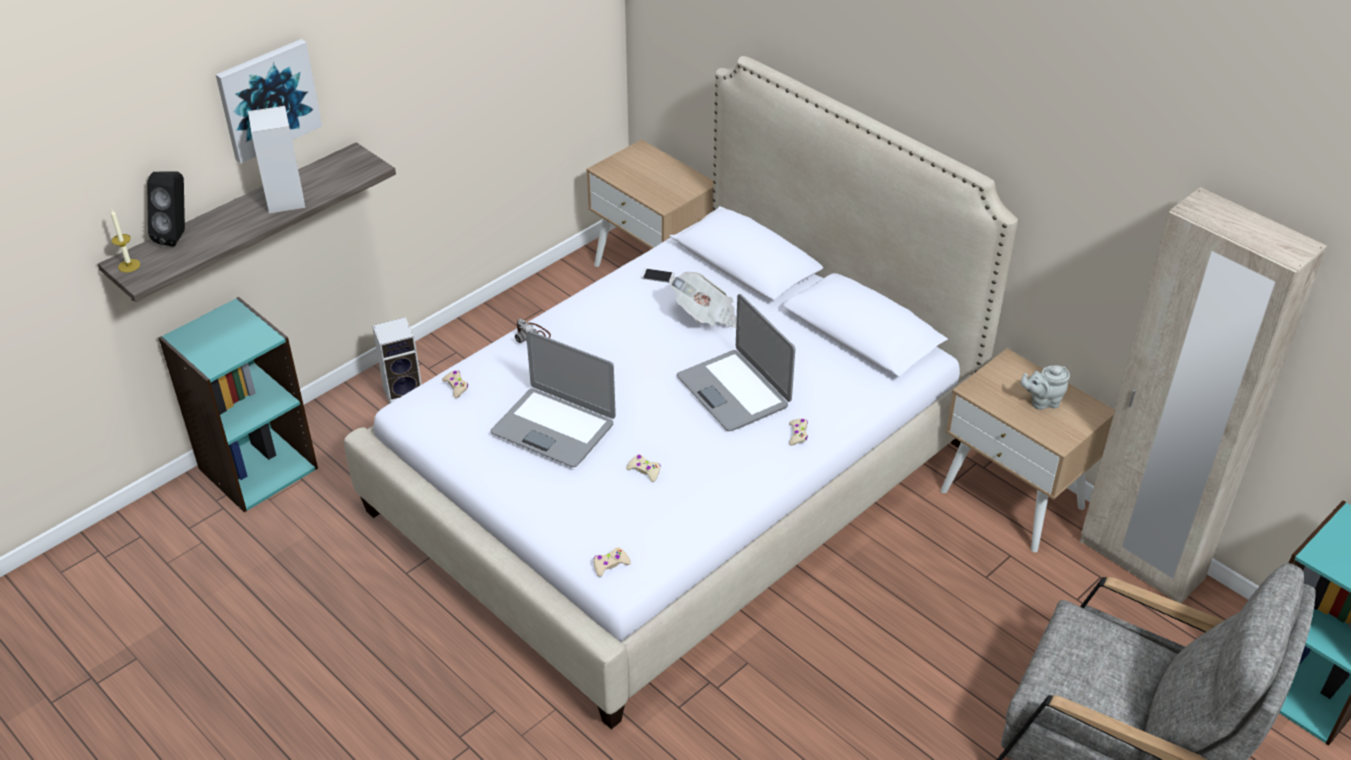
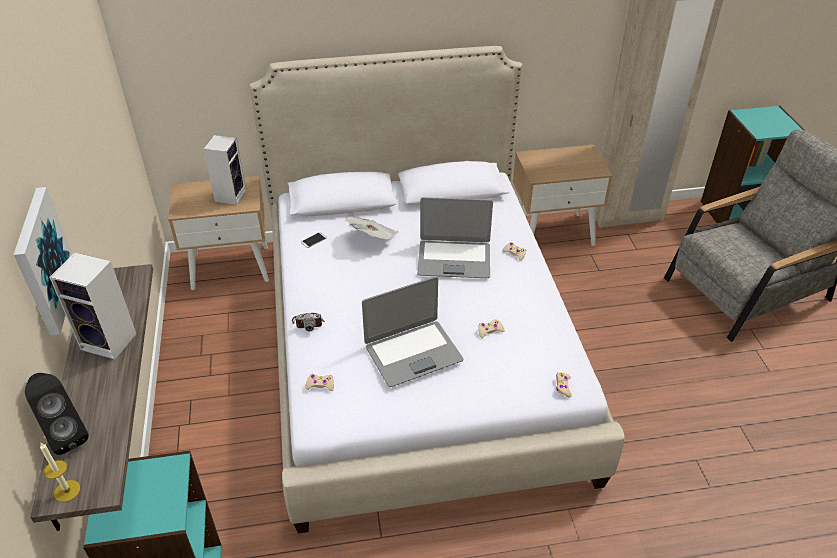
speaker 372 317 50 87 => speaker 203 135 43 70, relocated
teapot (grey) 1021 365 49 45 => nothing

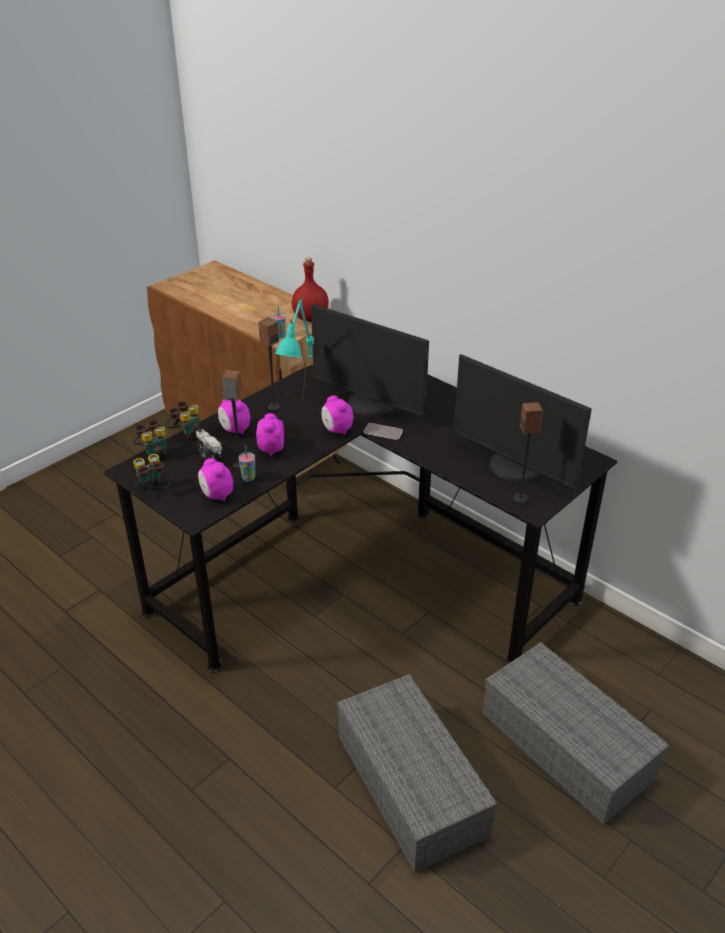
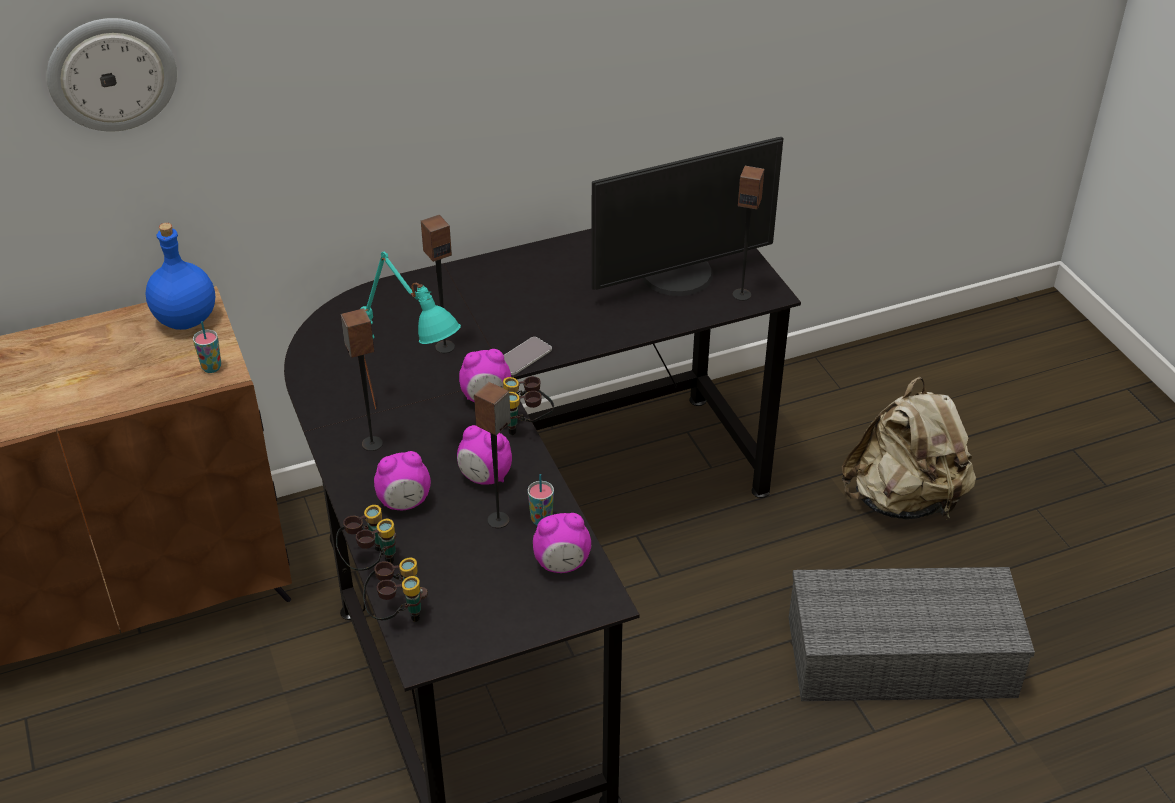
binoculars 134 454 37 35 => binoculars 503 376 51 59, relocated
photo camera 196 429 28 36 => nothing
bottle (red) 292 257 37 65 => bottle (blue) 146 223 69 107
monitor 311 304 118 113 => speaker 421 215 34 138
storage box (grey) 483 642 186 183 => backpack (beige) 842 377 134 143
nothing => wall clock 47 18 130 114

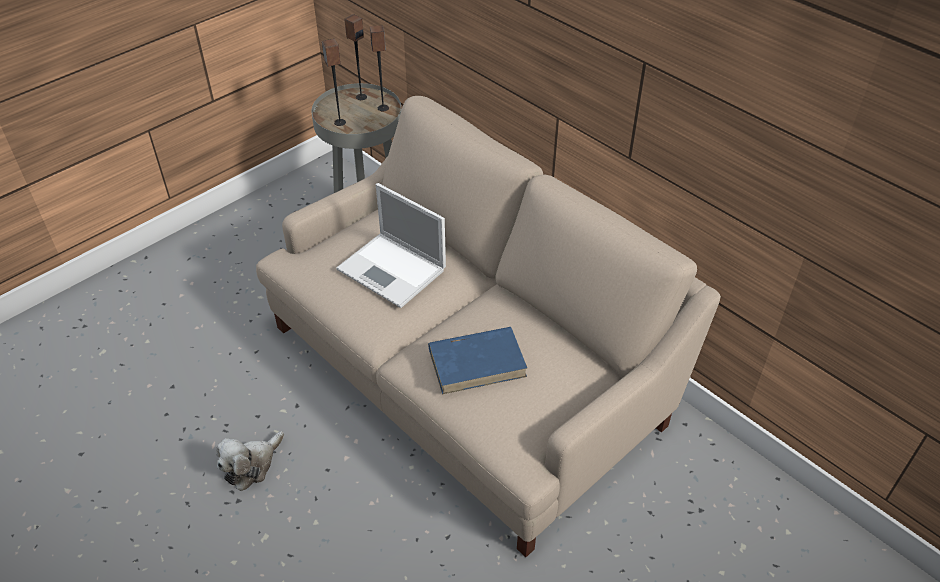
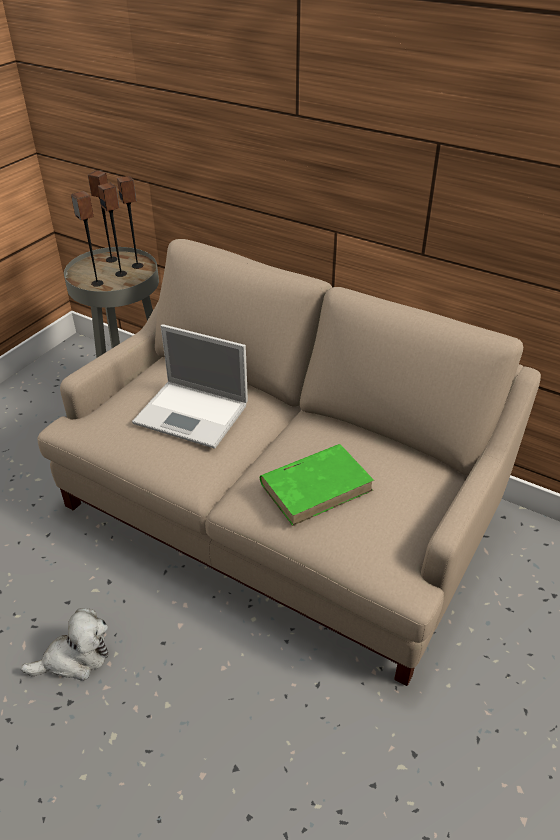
plush toy 216 431 68 60 => plush toy 21 608 87 73, 135 degrees counterclockwise
book (blue) 428 327 99 67 => book (green) 260 444 114 82
nothing => speaker 98 183 29 94

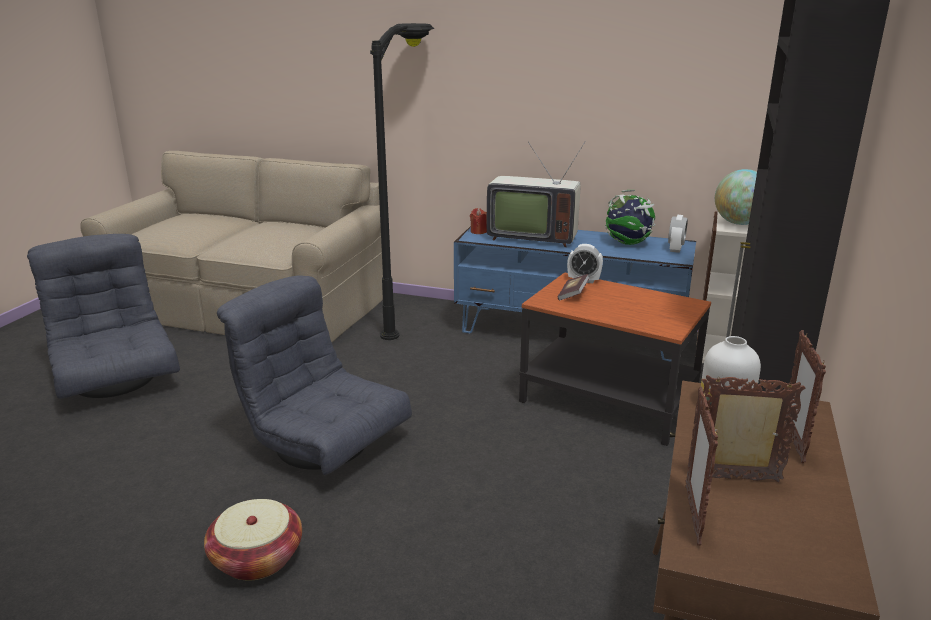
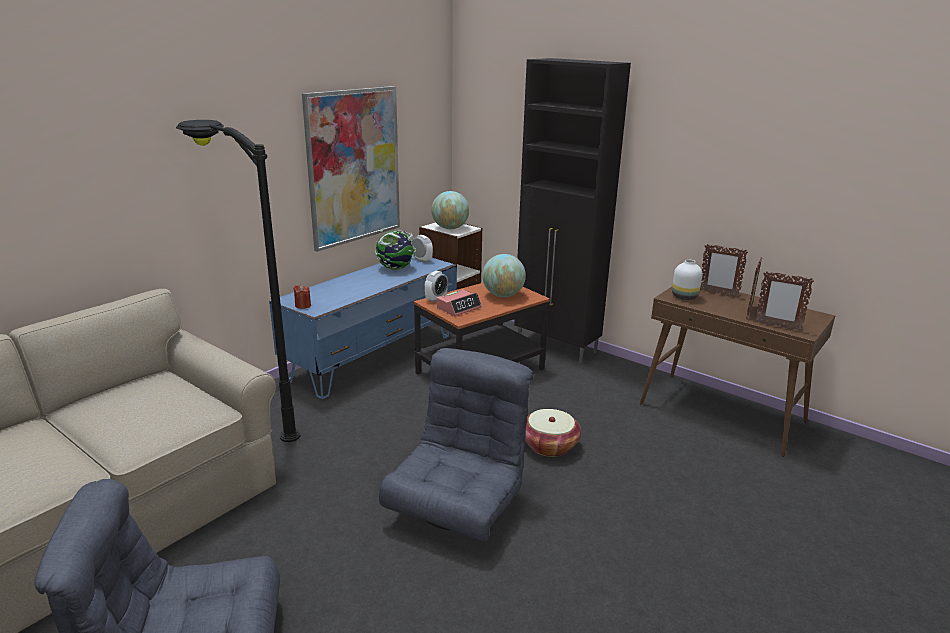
basket 204 499 98 82 => basket 525 409 56 48, relocated
armchair (grey) 217 276 195 199 => armchair (grey) 379 348 154 194, 150 degrees clockwise
television 487 141 99 106 => nothing
book 558 274 31 26 => alarm clock 437 289 45 27
nothing => picture 302 86 98 166
nothing => globe 482 254 44 43

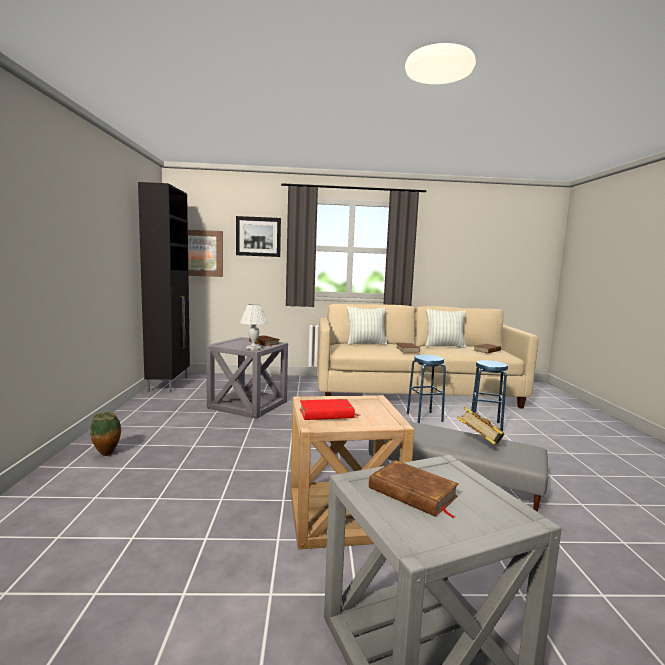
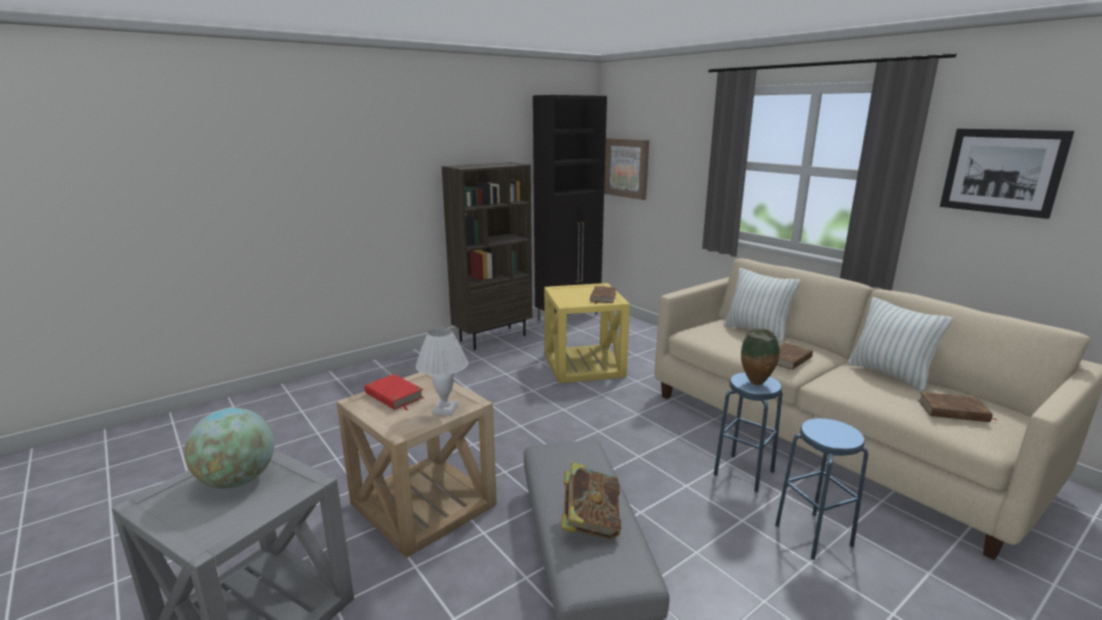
vase 90 412 31 44 => vase 741 329 39 56, relocated
side table (grey) 206 337 82 82 => side table (yellow) 544 283 86 100
picture 236 216 45 41 => picture 940 128 134 91, relocated
table lamp (white) 240 304 28 46 => table lamp (white) 416 328 52 87, relocated
book (brown) 369 460 90 58 => globe 184 408 90 80
nothing => bookcase (brown) 442 162 90 188

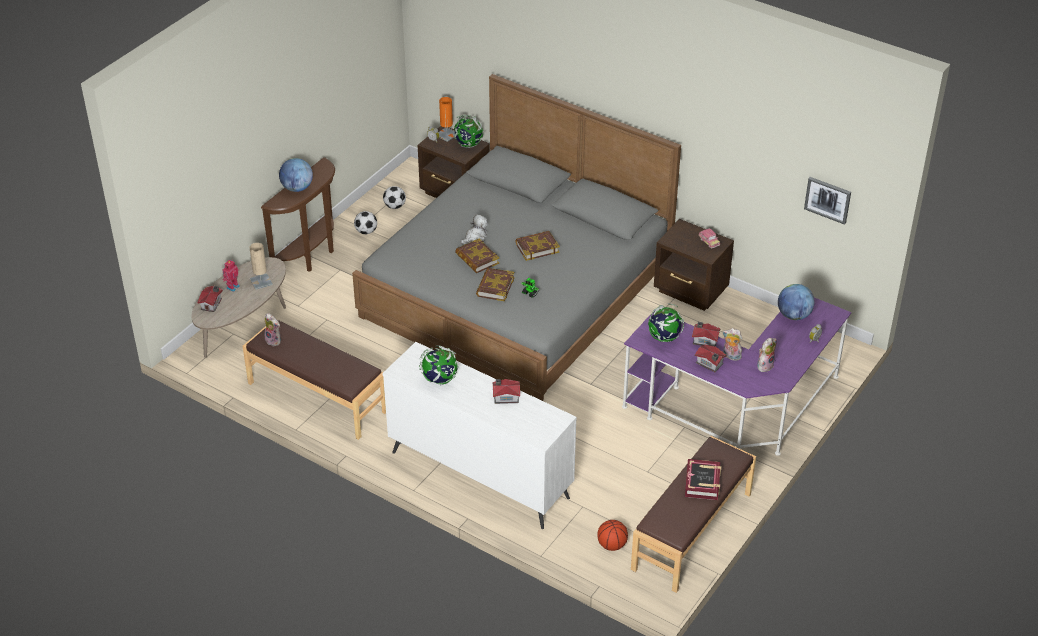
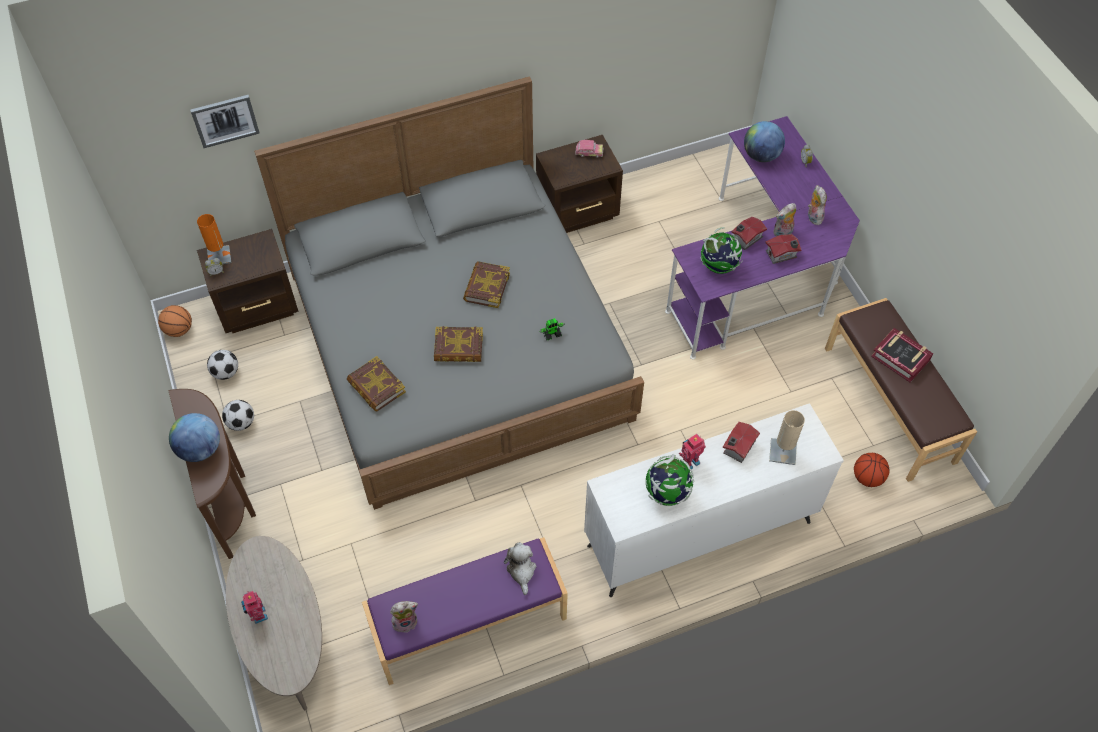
toy house 198 286 25 26 => nothing
bench (brown) 243 320 143 120 => bench (purple) 362 537 206 148
table lamp (beige) 249 243 24 47 => table lamp (beige) 769 410 36 55, relocated
globe 454 115 30 33 => nothing
plush toy 461 214 27 30 => plush toy 504 542 32 53, relocated
book 476 268 38 33 => book 347 356 59 55, relocated
picture 804 177 47 48 => picture 190 95 70 53, relocated
nothing => basketball 158 305 34 32
nothing => toy robot 679 434 27 35

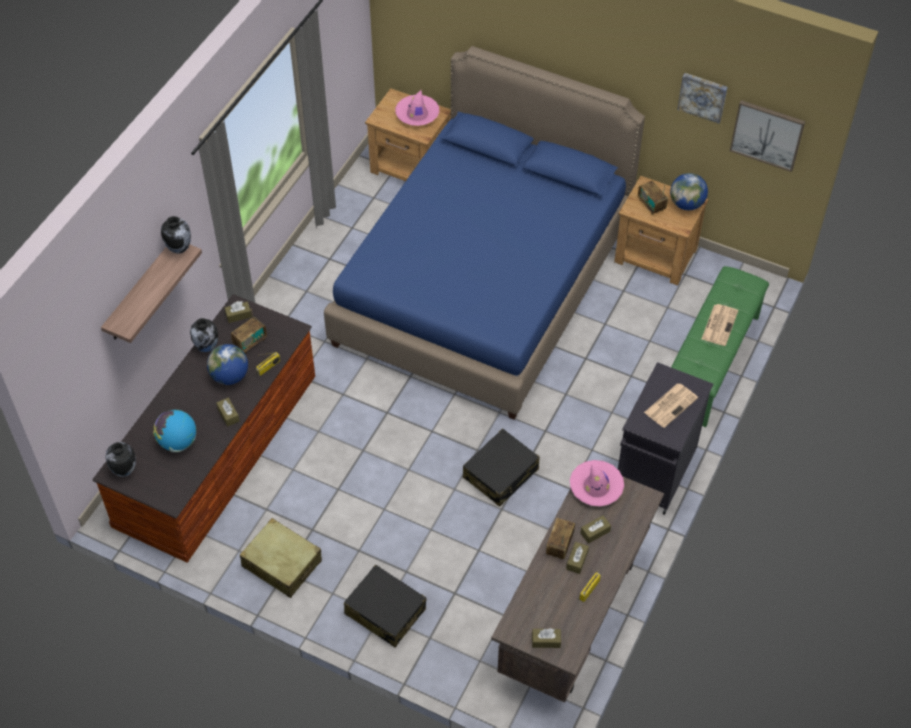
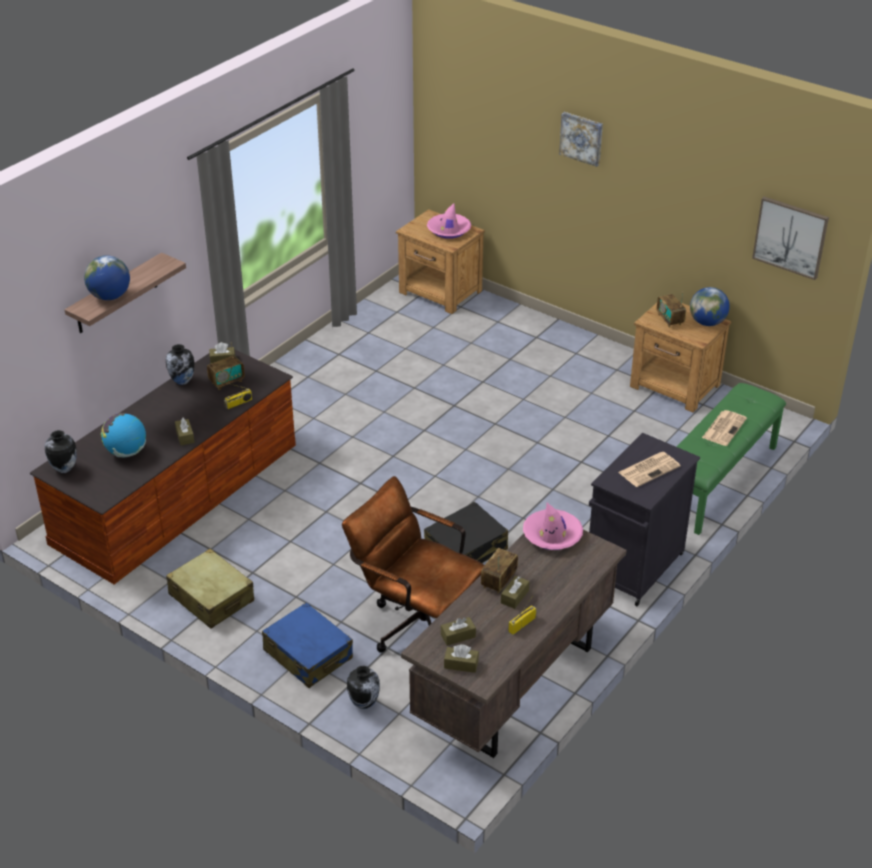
vase 161 216 30 38 => vase 347 665 33 44, relocated
globe 207 344 41 41 => globe 84 255 46 45, relocated
bed (blue) 324 46 321 374 => nothing
suitcase (black) 344 565 82 82 => suitcase (blue) 262 602 91 86
tissue box (brown) 581 516 30 28 => tissue box (brown) 441 617 35 29, relocated
picture 677 73 51 51 => picture 559 112 44 55, relocated
nothing => office chair (brown) 342 476 142 177

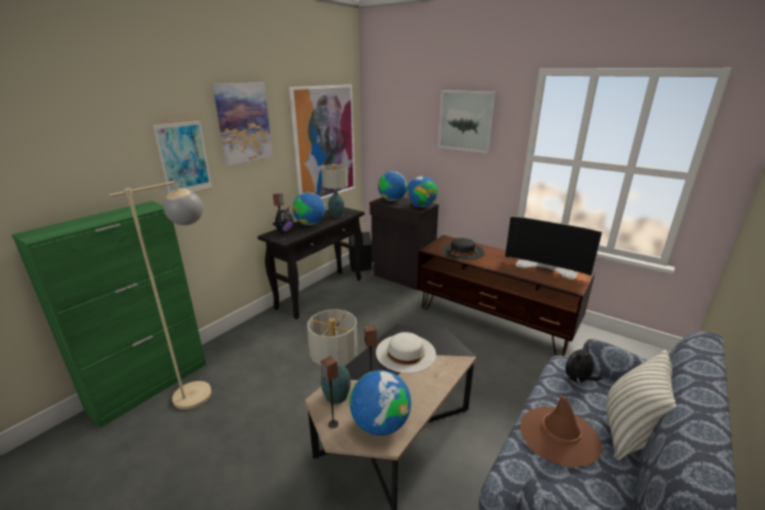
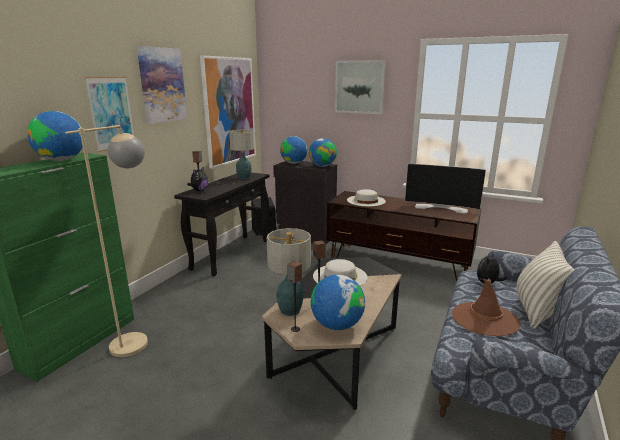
globe 292 192 33 33 => globe 27 111 58 50, relocated
hat (black) 441 238 43 22 => hat (white) 347 189 39 17

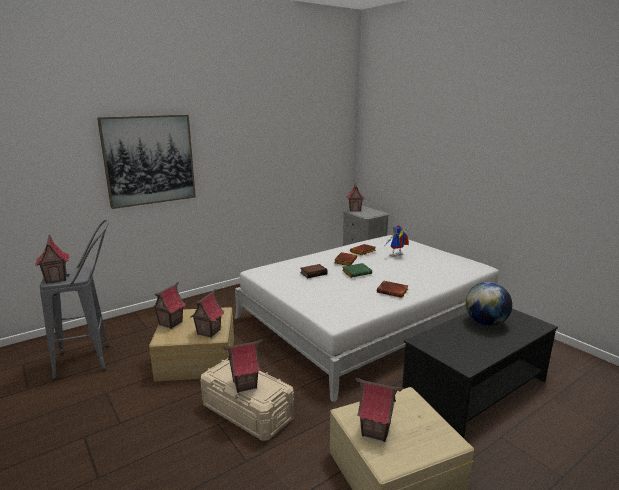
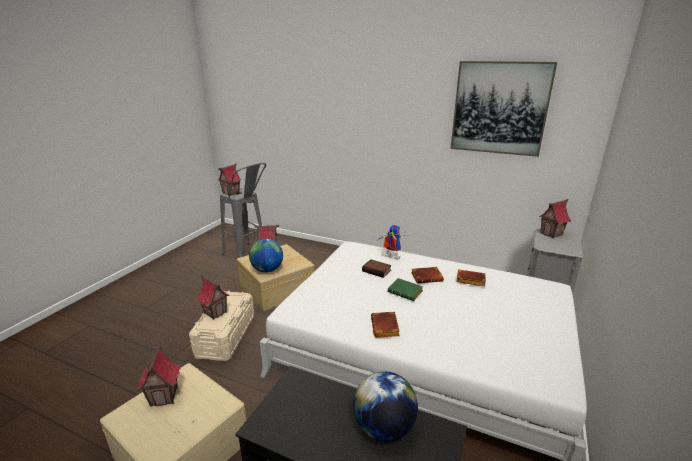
picture 97 115 99 94 => picture 451 61 106 96, relocated
toy house 190 289 35 49 => globe 249 239 34 34
toy robot 385 225 24 32 => toy robot 376 225 34 35, relocated

